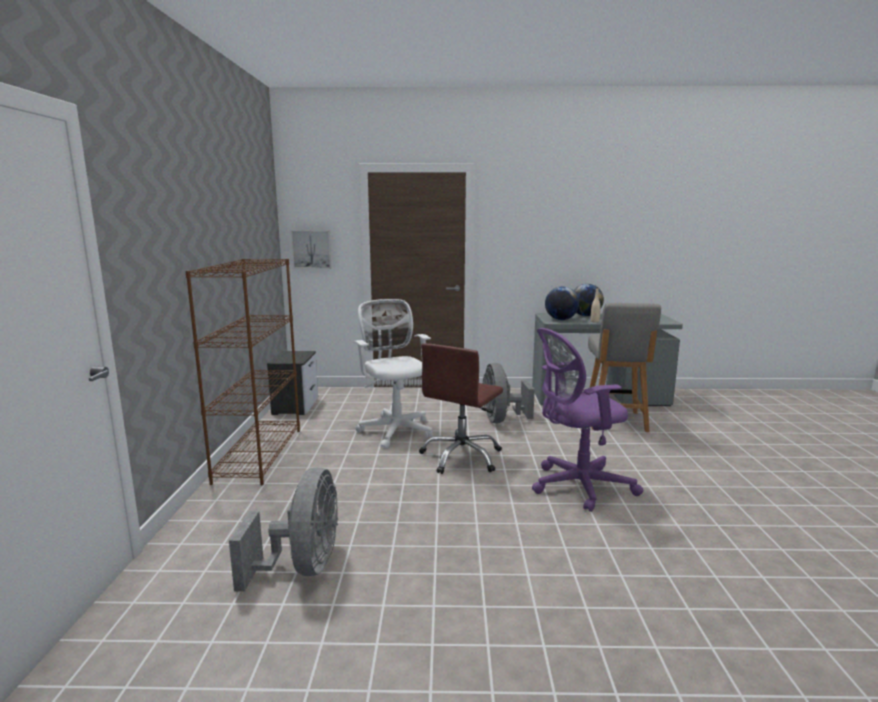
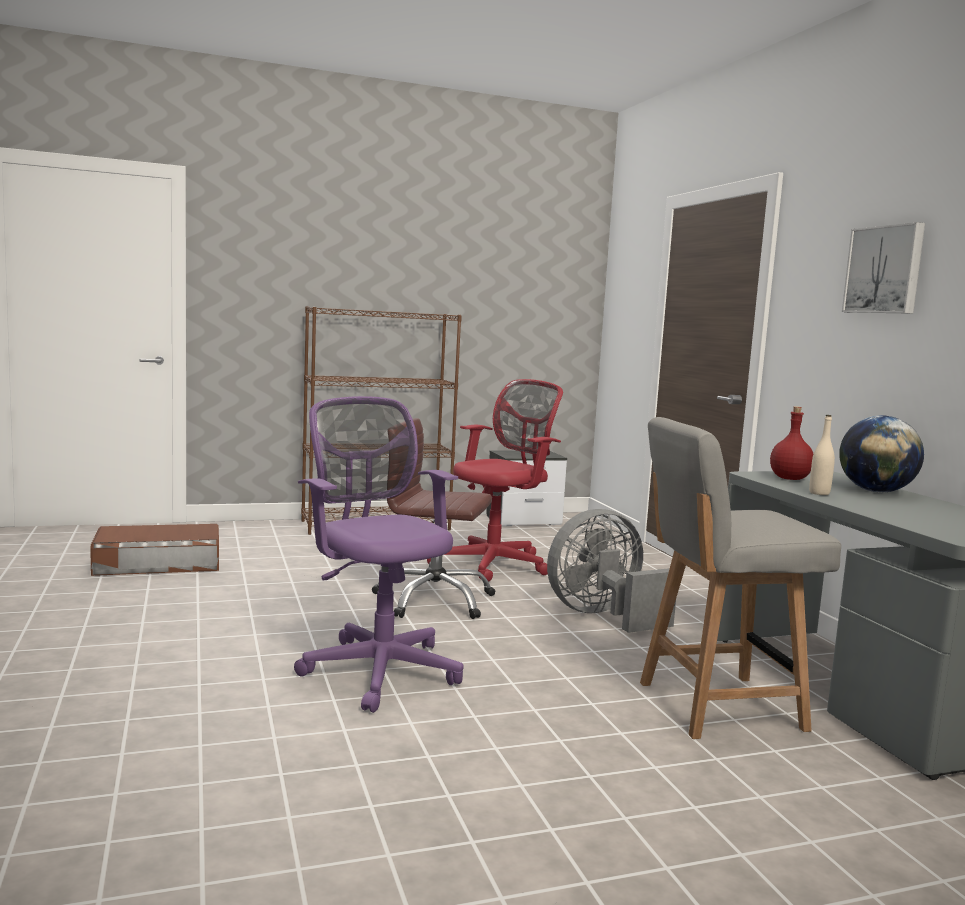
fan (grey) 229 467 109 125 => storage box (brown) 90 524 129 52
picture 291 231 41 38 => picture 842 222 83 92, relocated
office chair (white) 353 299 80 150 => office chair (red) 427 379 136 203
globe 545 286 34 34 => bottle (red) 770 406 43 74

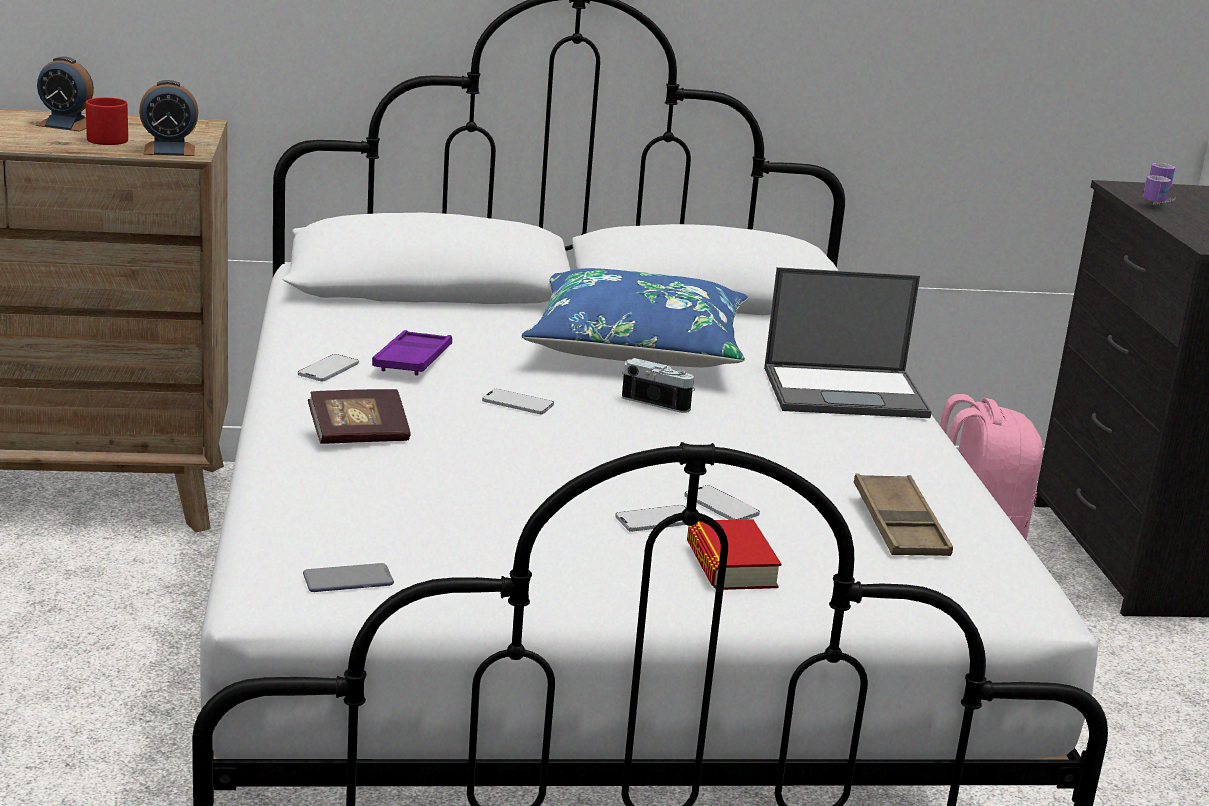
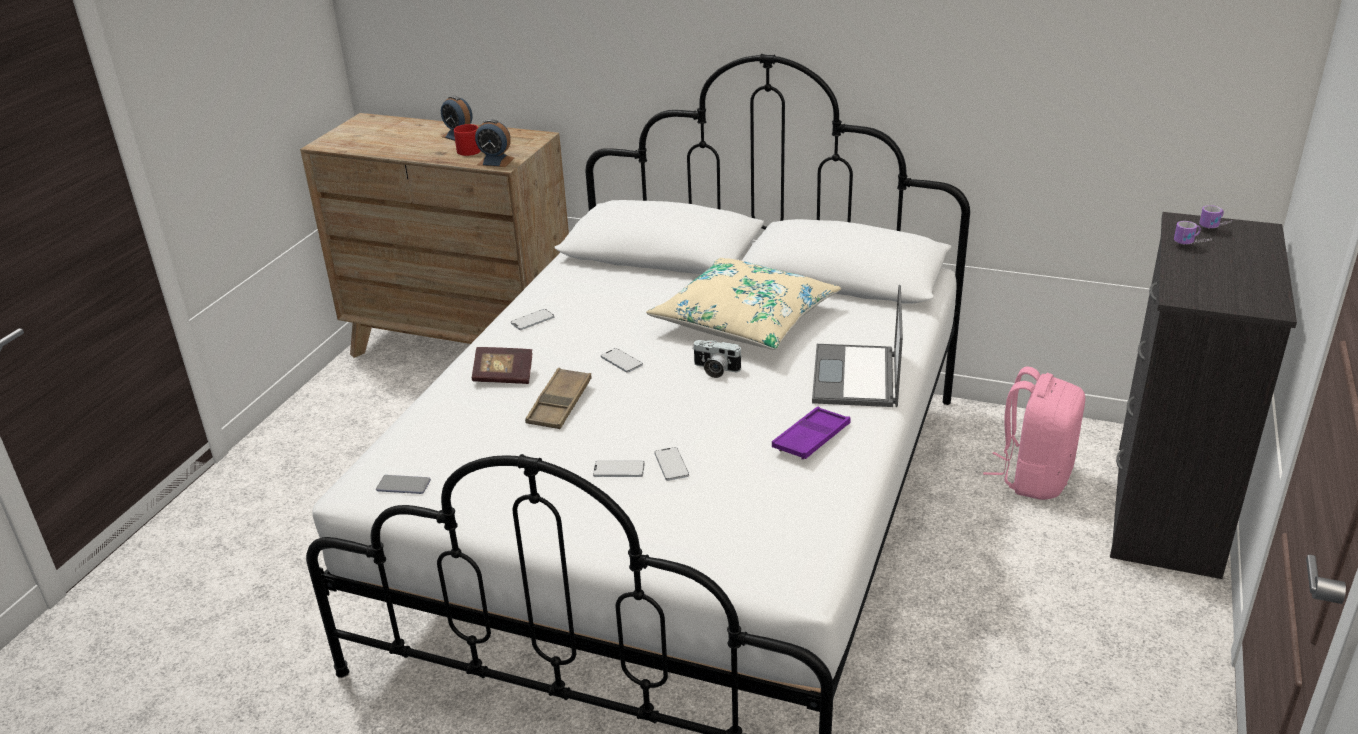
tray (purple) 372 330 80 46 => tray (purple) 772 407 79 53, relocated
pillow (blue) 521 268 227 99 => pillow (beige) 646 258 195 92
photo camera 622 358 73 55 => photo camera 692 340 51 38, 150 degrees clockwise
book 687 519 94 71 => nothing
laptop 764 267 168 151 => laptop 812 285 91 122, 75 degrees clockwise
tray (brown) 854 473 99 83 => tray (brown) 525 368 67 61, relocated

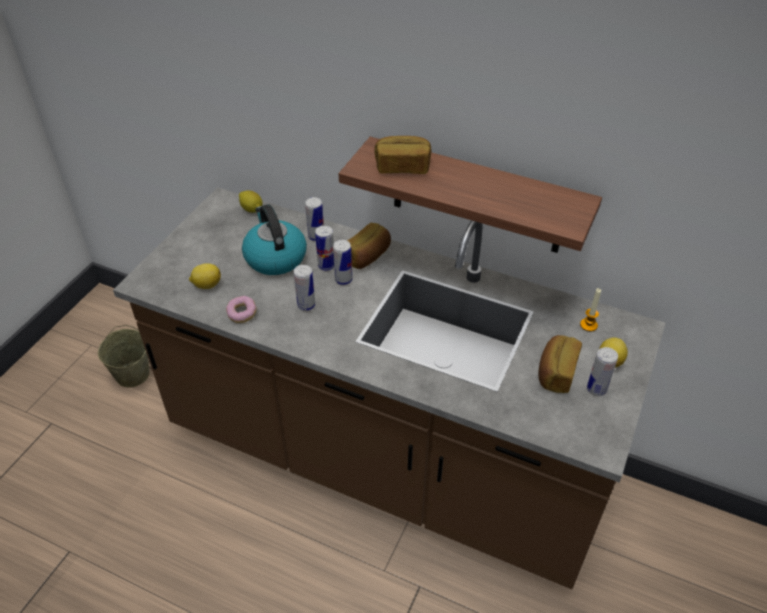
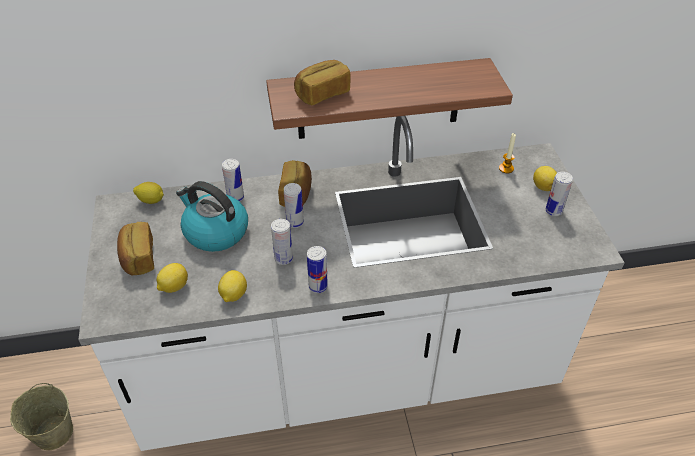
counter (brown) 113 187 552 402 => counter (white) 78 116 547 335
donut 226 296 31 27 => lemon 218 270 29 32
can 315 226 19 45 => can 307 246 21 47, relocated
bread 539 335 43 58 => bread 117 222 37 53, relocated

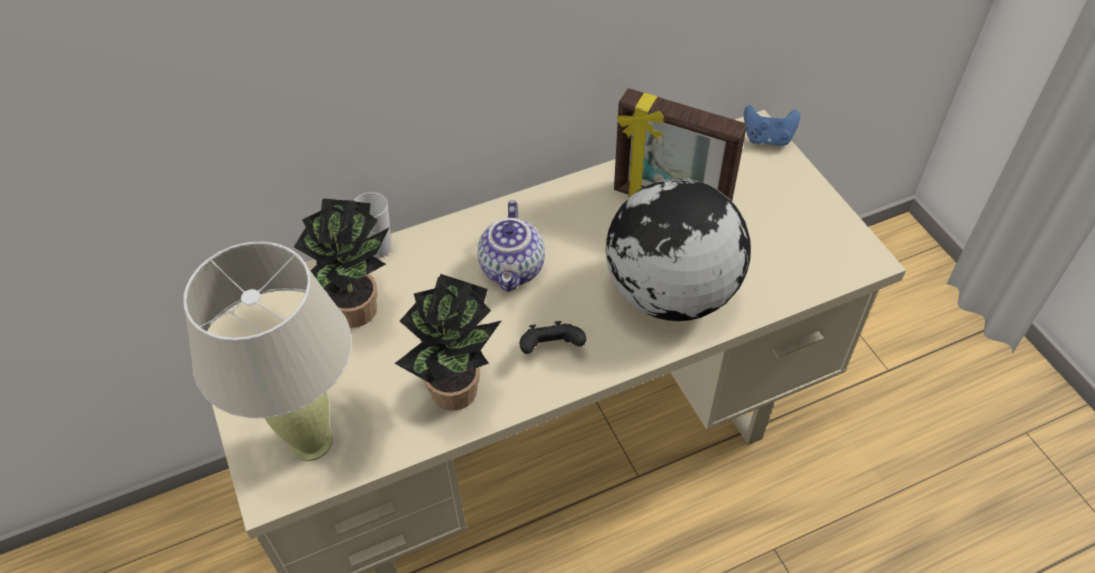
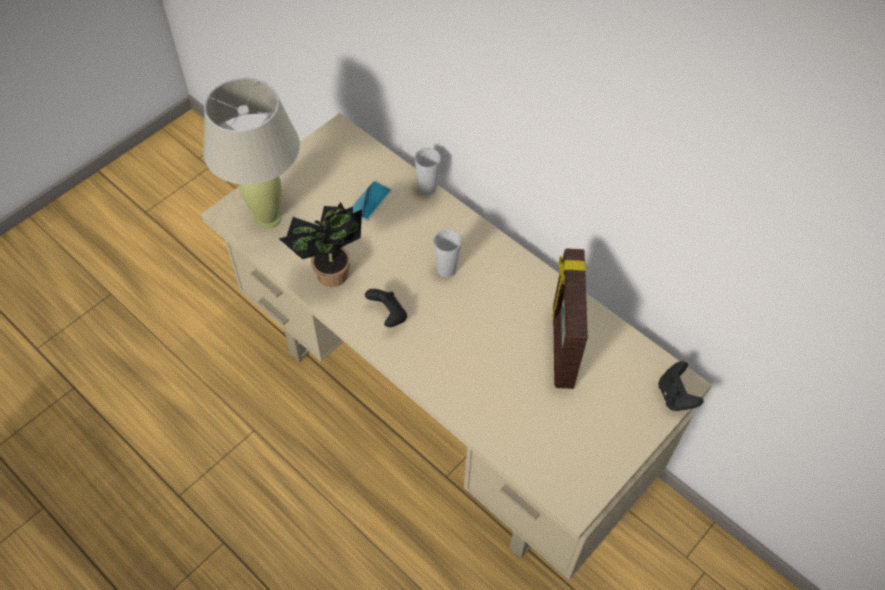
potted plant 294 198 95 130 => phone 352 181 40 40
teapot 478 200 67 92 => cup 434 230 28 47
globe 606 178 145 143 => nothing
game controller (blue) 744 105 56 41 => game controller (black) 658 361 46 50

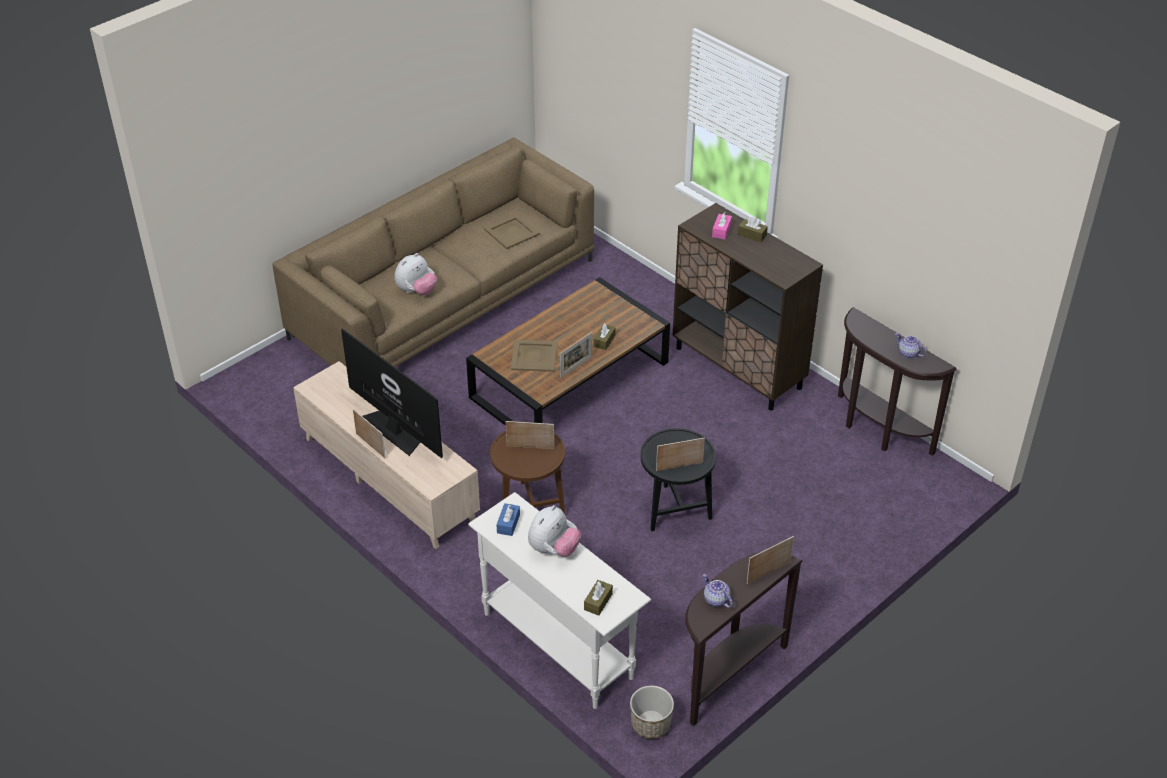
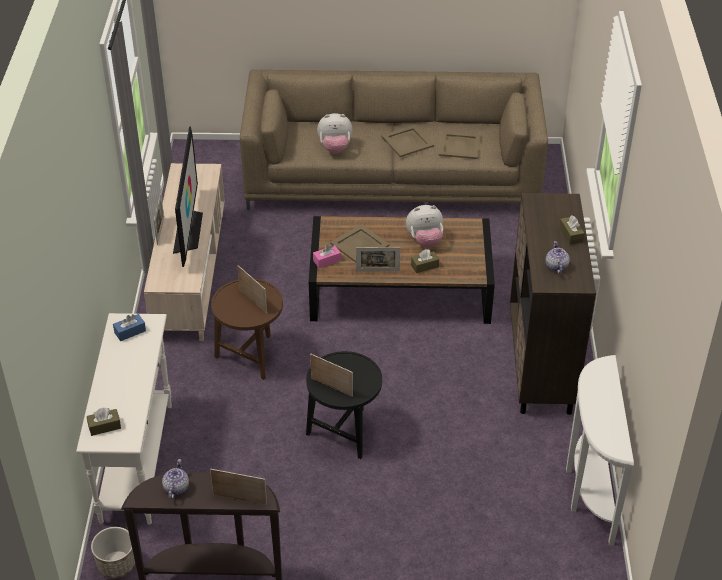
plush toy 528 505 53 52 => plush toy 406 205 37 43, relocated
tissue box (pink) 712 212 20 27 => tissue box (pink) 313 245 28 23, relocated
console table (brown) 838 307 119 149 => console table (white) 566 355 68 191
teapot 895 333 32 26 => teapot 545 241 25 33, relocated
nothing => tray (beige) 381 125 53 32

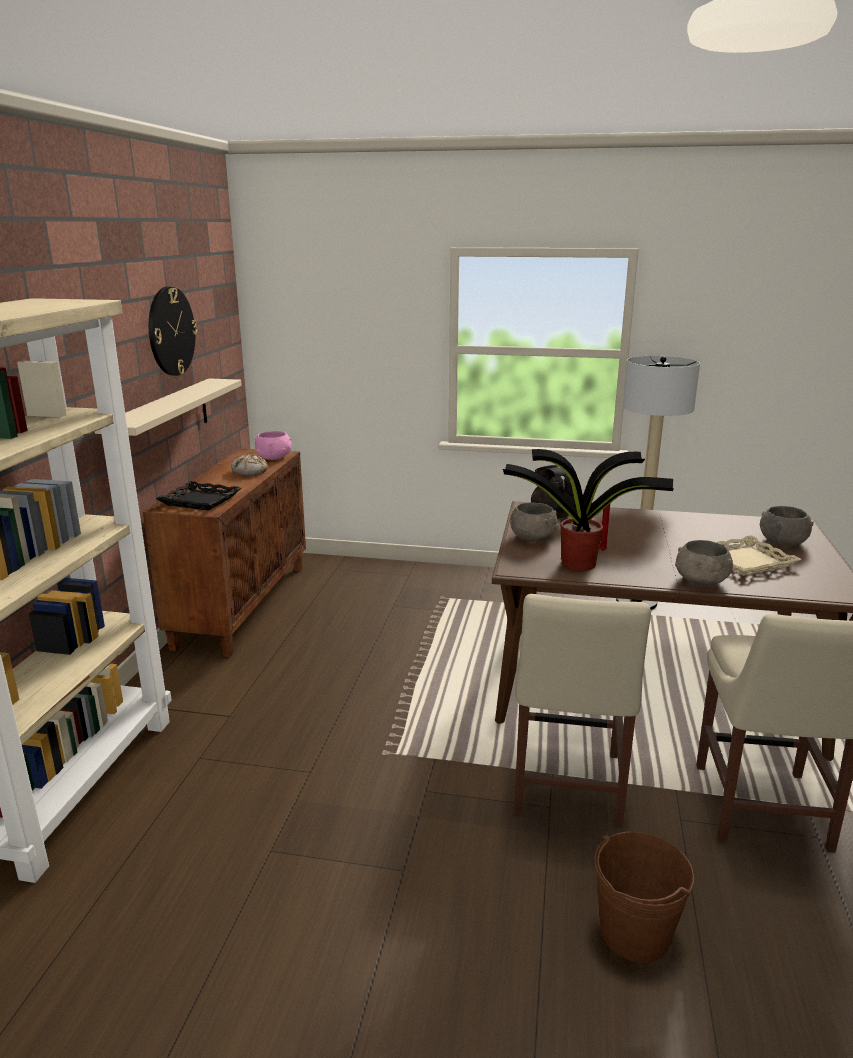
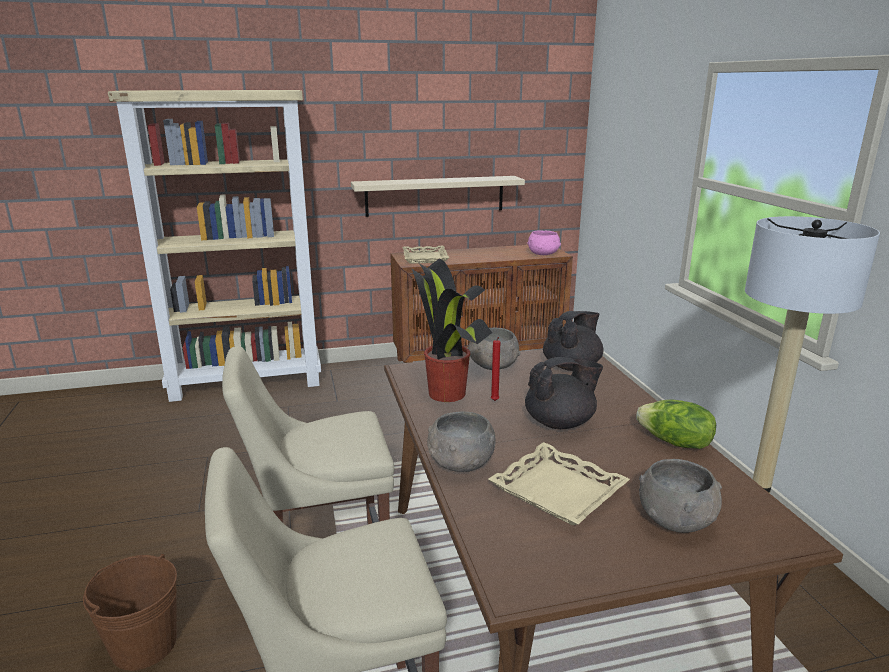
wall clock 149 286 49 90 => nothing
tray (black) 156 481 85 30 => tray (beige) 402 246 47 18
bread 231 454 37 21 => nothing
nothing => teapot (black) 525 357 78 72
nothing => lettuce 636 400 80 49

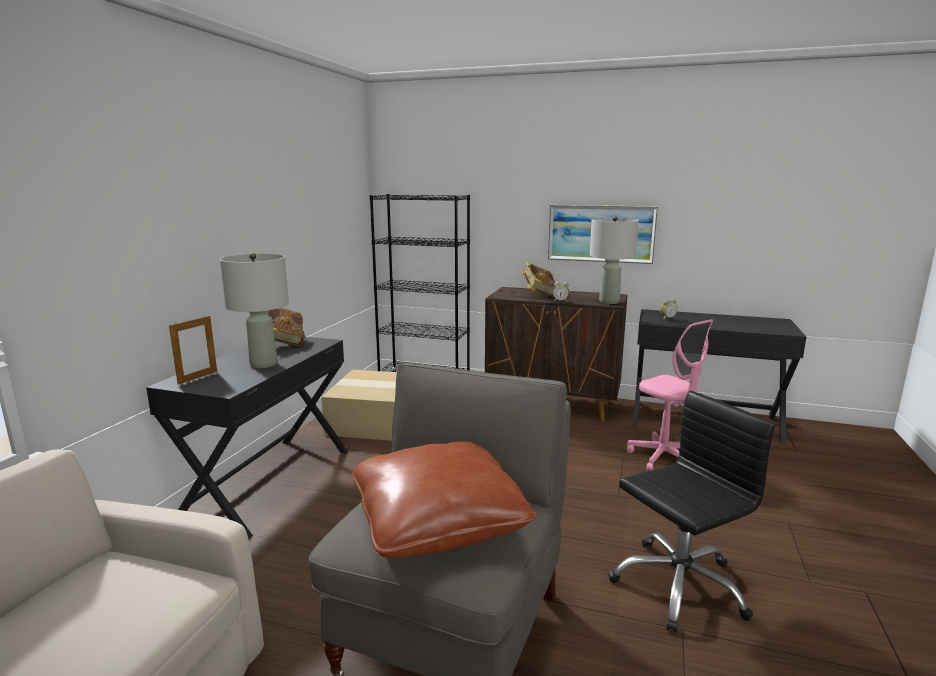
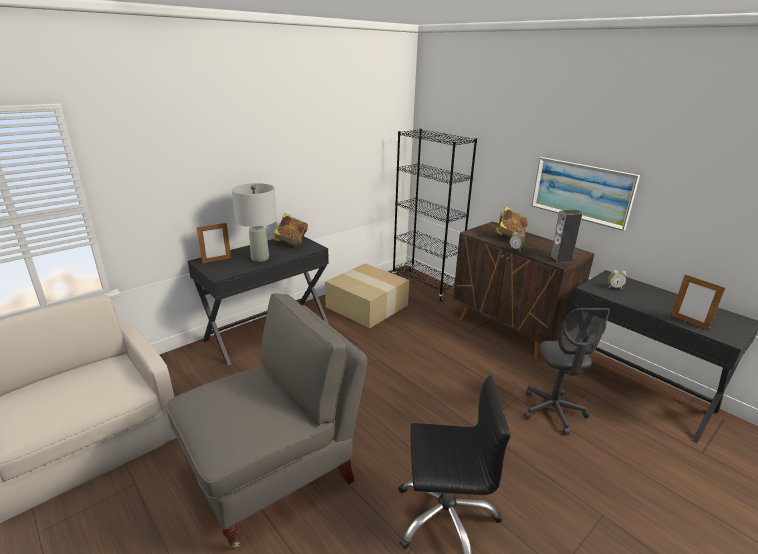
pillow (brown) 352 441 185 117 => nothing
table lamp (grey) 590 216 49 88 => speaker 549 210 33 53
office chair (pink) 627 319 86 152 => office chair (grey) 524 308 86 127
nothing => picture frame 671 274 54 56

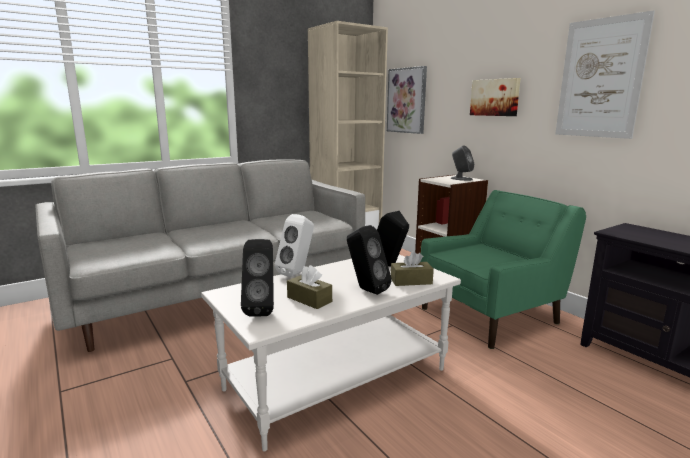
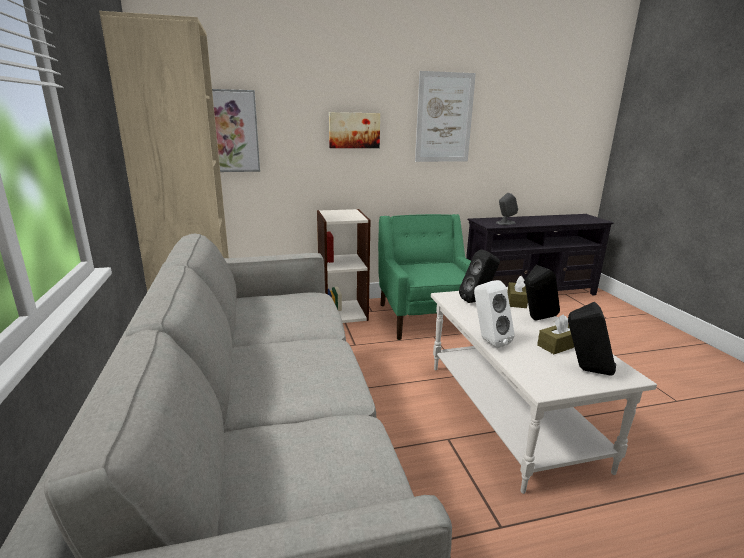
speaker (grey) 451 145 23 36 => speaker (grey) 496 193 22 32, relocated

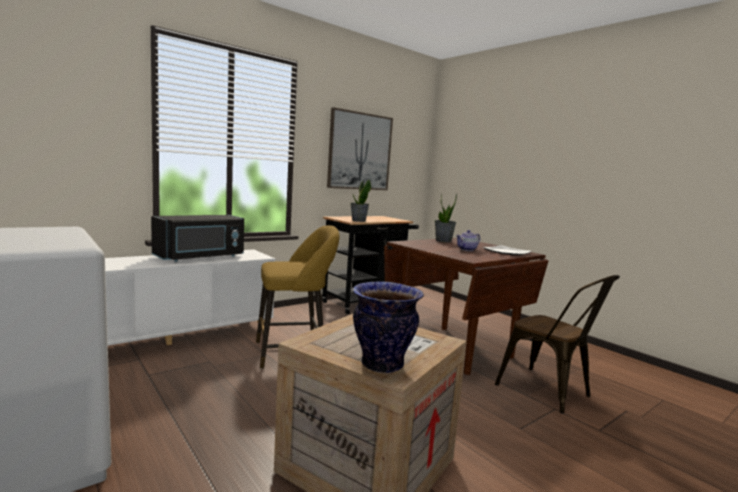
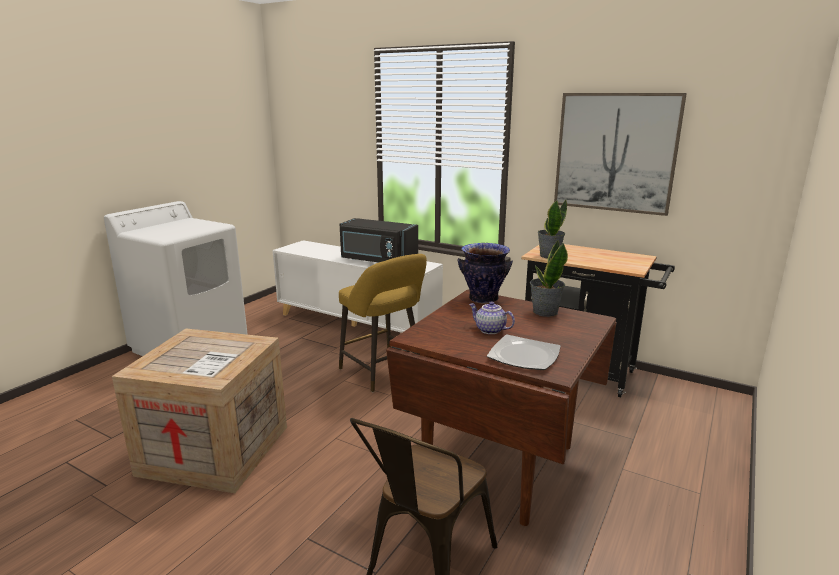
vase 352 281 72 92 => vase 457 243 56 61, relocated

